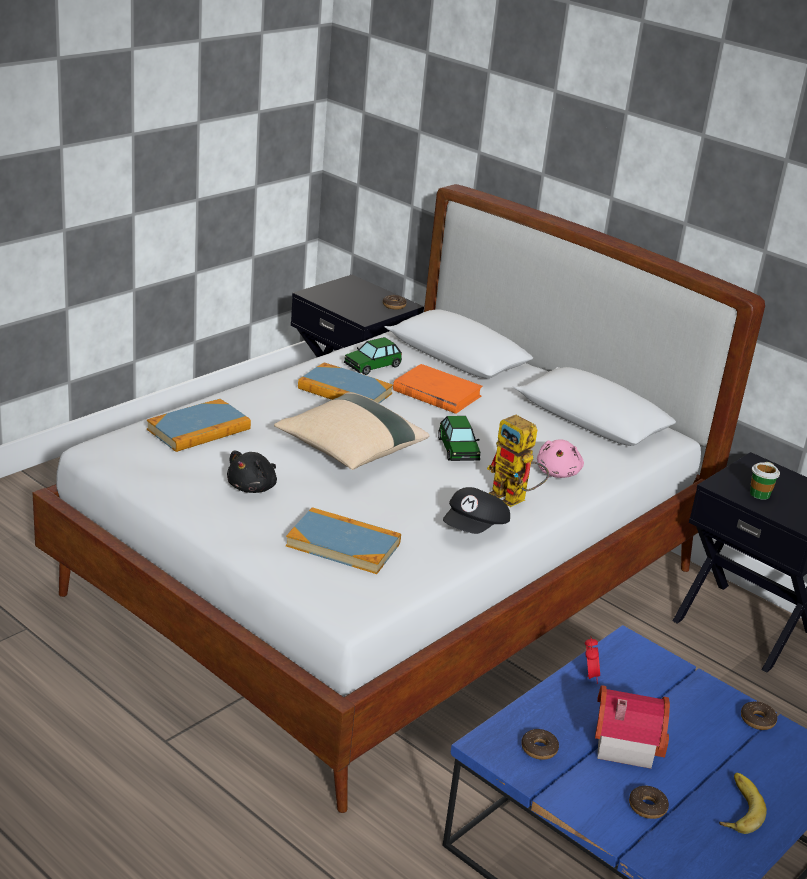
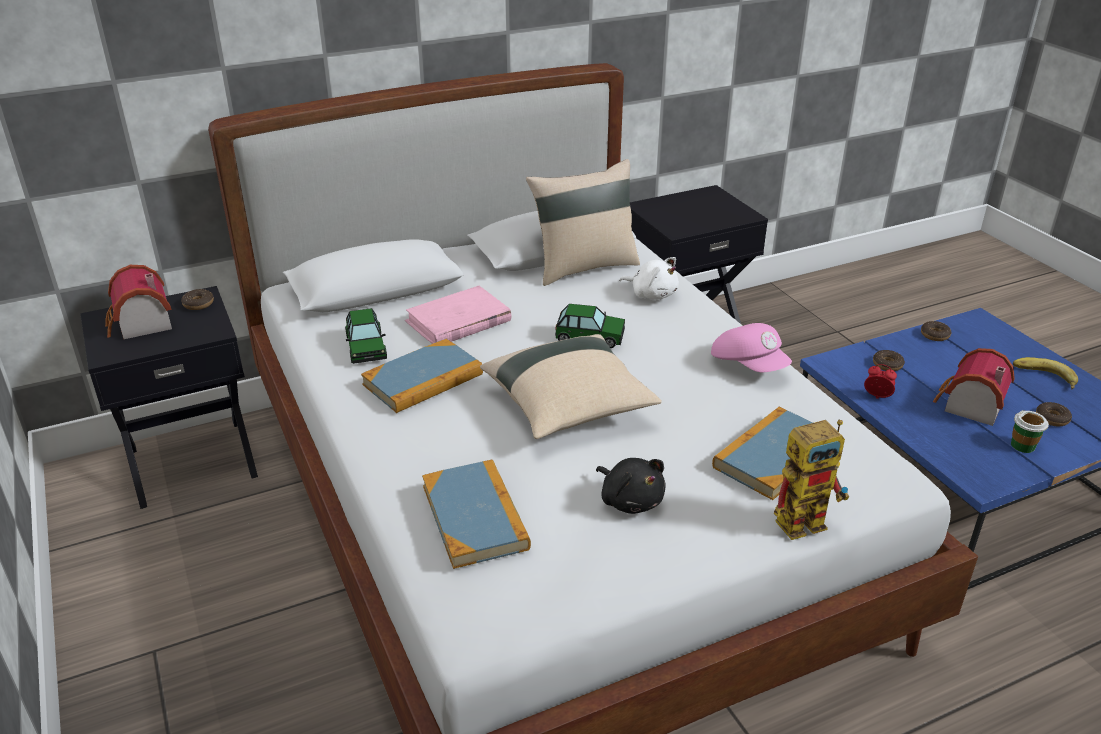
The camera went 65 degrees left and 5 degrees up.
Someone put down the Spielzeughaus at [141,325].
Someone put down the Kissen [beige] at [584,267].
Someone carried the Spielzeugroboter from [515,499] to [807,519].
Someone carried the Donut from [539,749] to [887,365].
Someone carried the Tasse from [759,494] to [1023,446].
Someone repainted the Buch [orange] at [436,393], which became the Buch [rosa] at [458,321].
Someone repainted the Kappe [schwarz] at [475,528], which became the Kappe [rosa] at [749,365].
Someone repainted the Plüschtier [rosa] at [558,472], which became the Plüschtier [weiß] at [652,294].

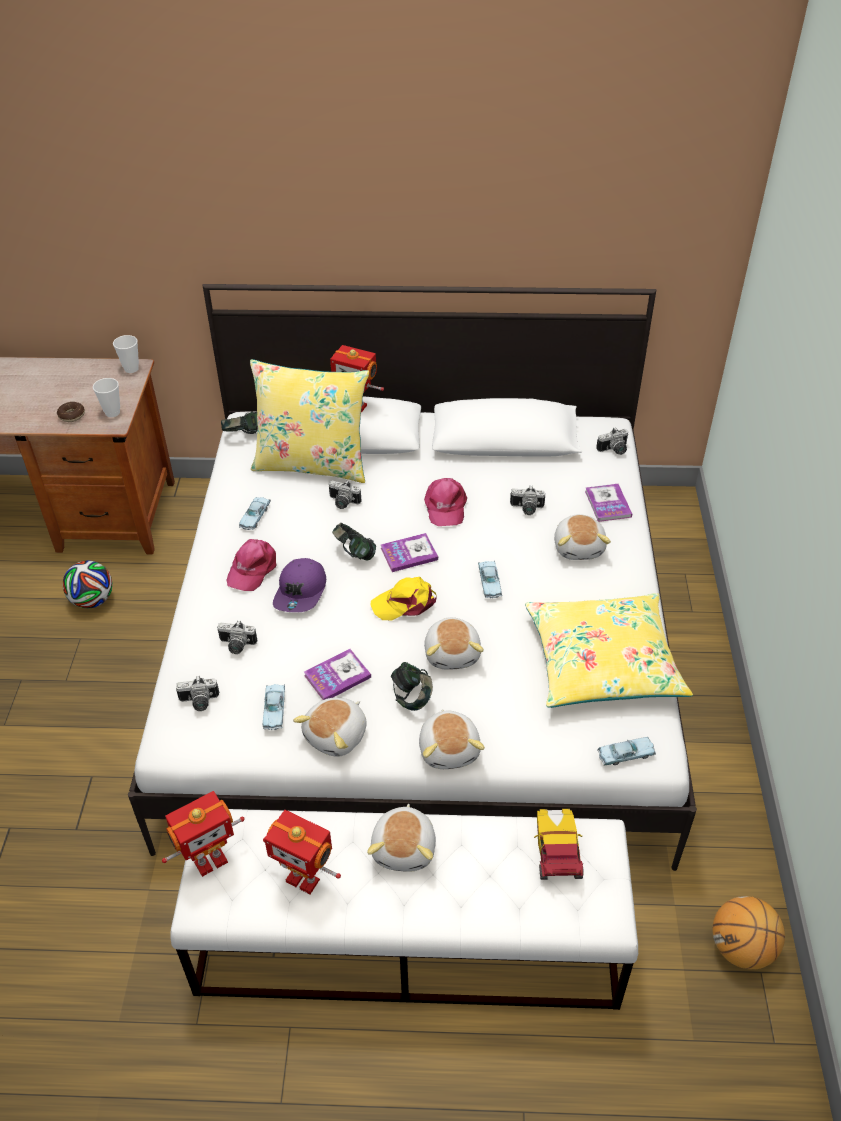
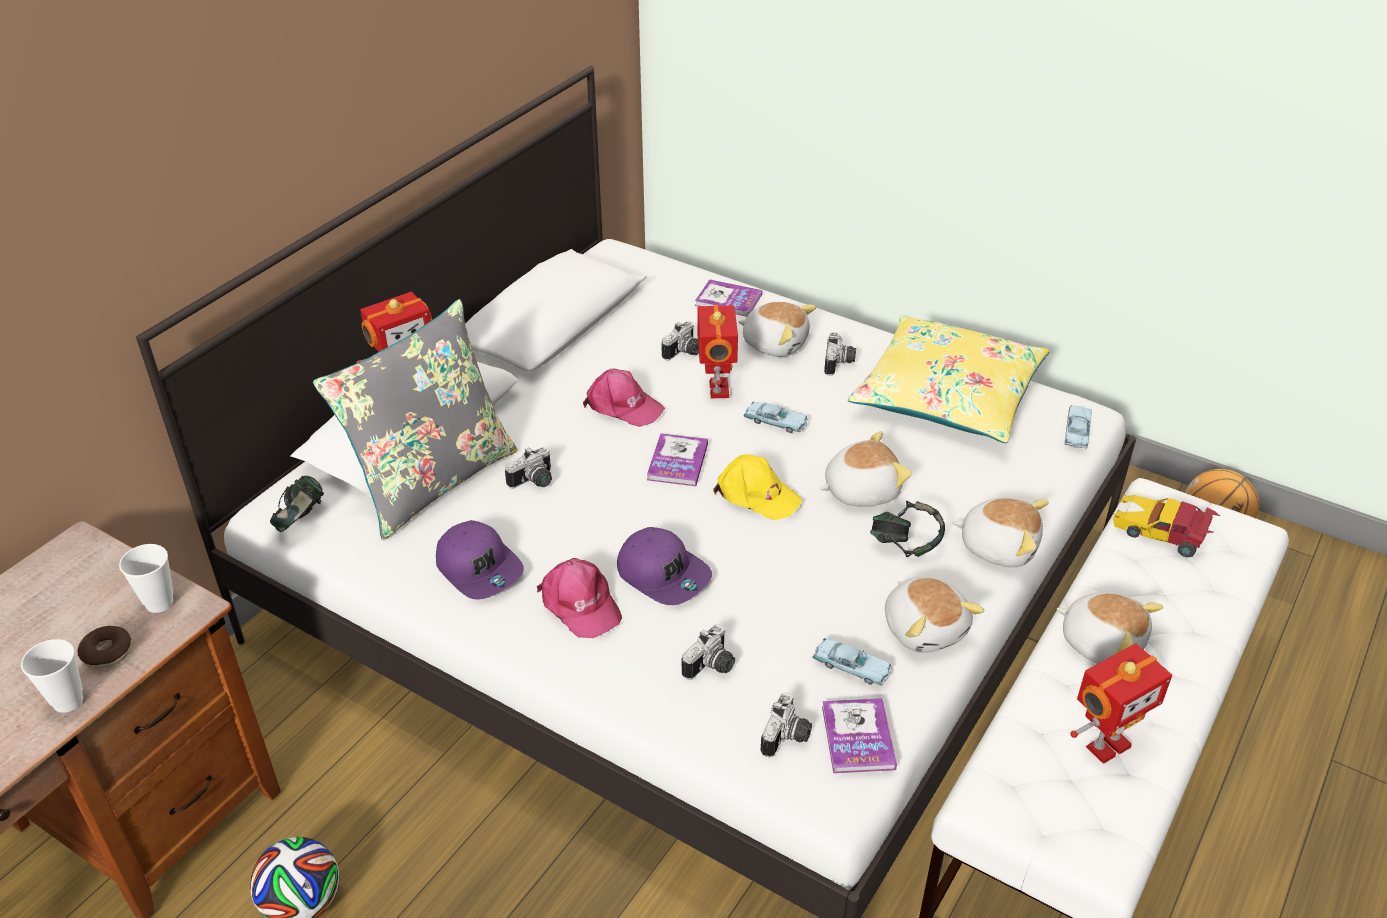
The camera went 60 degrees left and 5 degrees down.
Someone took away the Kopfhörer at [354,553].
Someone carried the Tasse from [131,369] to [68,701].
Someone carried the Spielzeugroboter from [210,860] to [716,389].
Someone carried the Buch from [337,676] to [858,737].
Someone carried the Kamera from [614,450] to [840,363].
Someone swapped the Spielzeugauto [blau] at [255,516] for the Kappe [lila] at [480,568].
Someone repainted the Kissen [gelb] at [312,464], which became the Kissen [grau] at [432,481].
Someone rotated the Kappe [gelb] at [405,603] by 75 degrees counterclockwise.
Someone rotated the Plüschtier at [453,653] by 45 degrees counterclockwise.

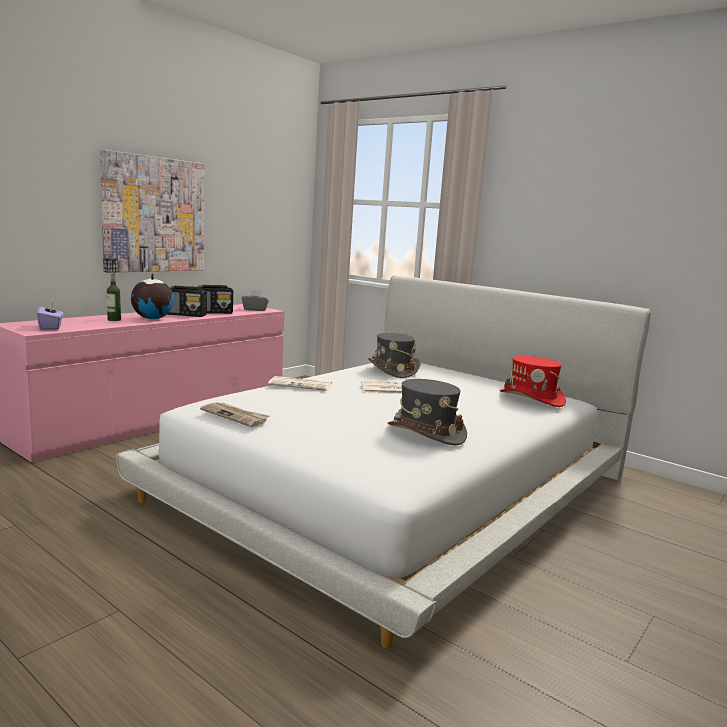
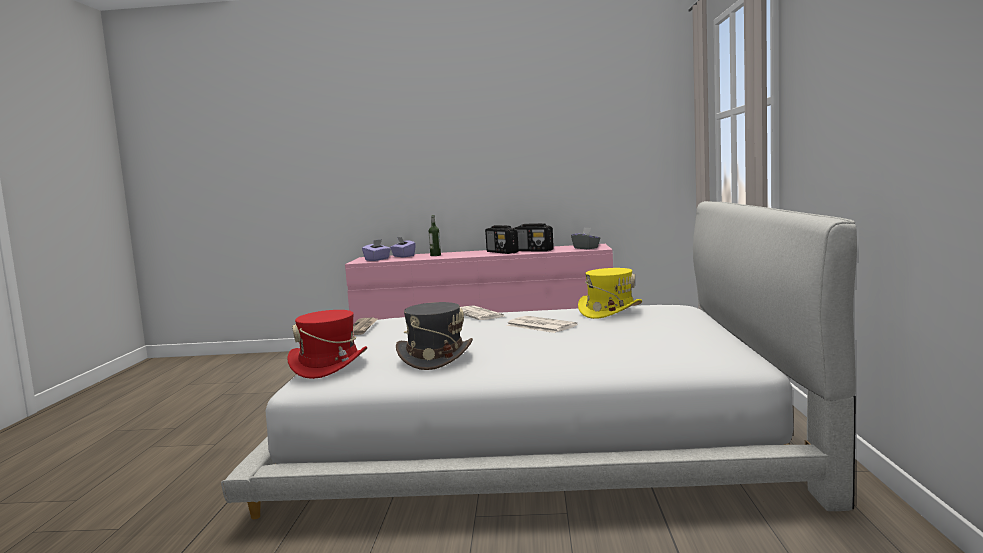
The camera went 55 degrees right and 5 degrees down.
Someone took away the Bild at [154,215].
Someone took away the Globus at [152,319].
Someone put down the Taschentuchbox [lila] at [403,256].
Someone carried the Hut [rot] from [532,398] to [329,366].
Someone repainted the Hut [grau] at [393,370], which became the Hut [gelb] at [610,311].

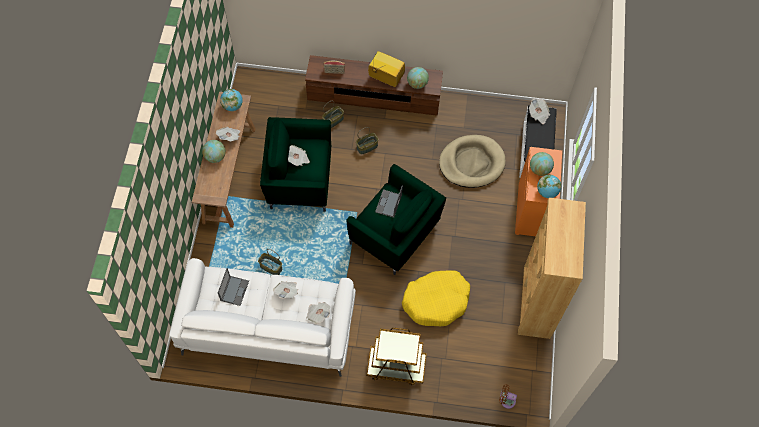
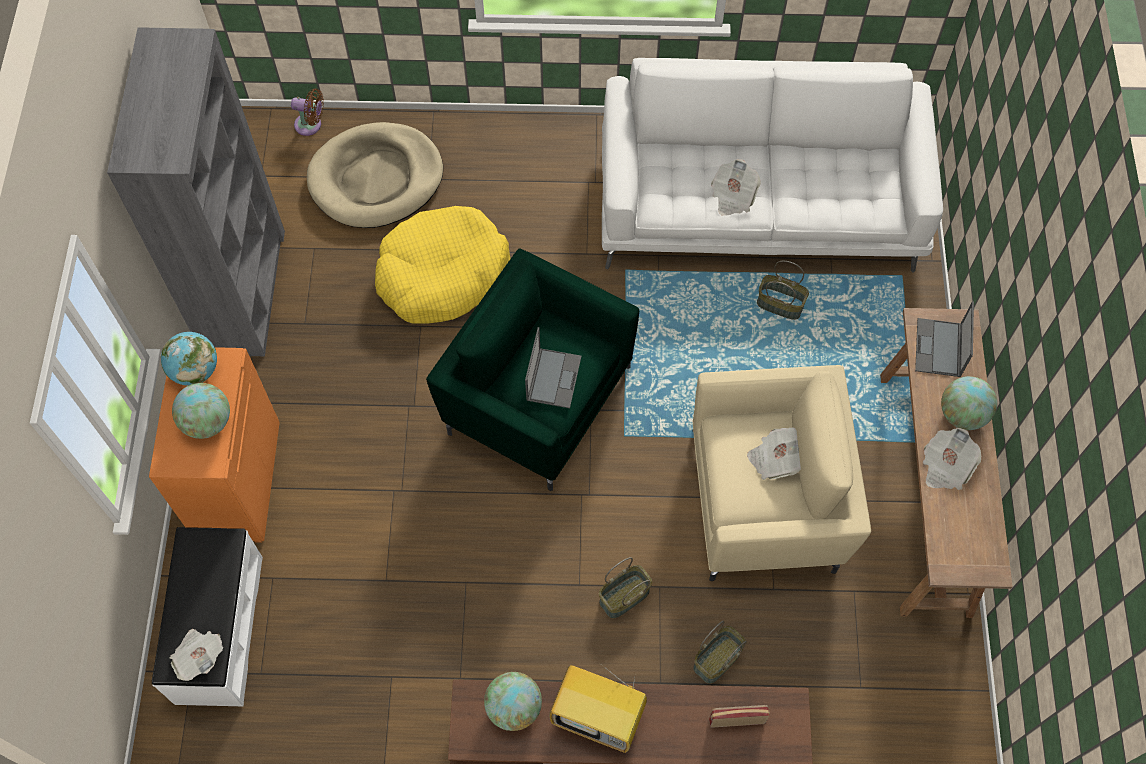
The camera went 175 degrees right and 0 degrees up.
Someone took away the Globus at [232,106].
Someone took away the Zeitung at [318,314].
Someone took away the Rollwagen [braun] at [396,366].
Someone carried the Laptop from [234,290] to [939,348].
Someone carried the Hundebett [beige] from [471,163] to [376,179].
Someone repainted the Sessel [grün] at [299,178], which became the Sessel [beige] at [766,500].
Someone repainted the Bücherregal [braun] at [536,302], which became the Bücherregal [grau] at [244,291].

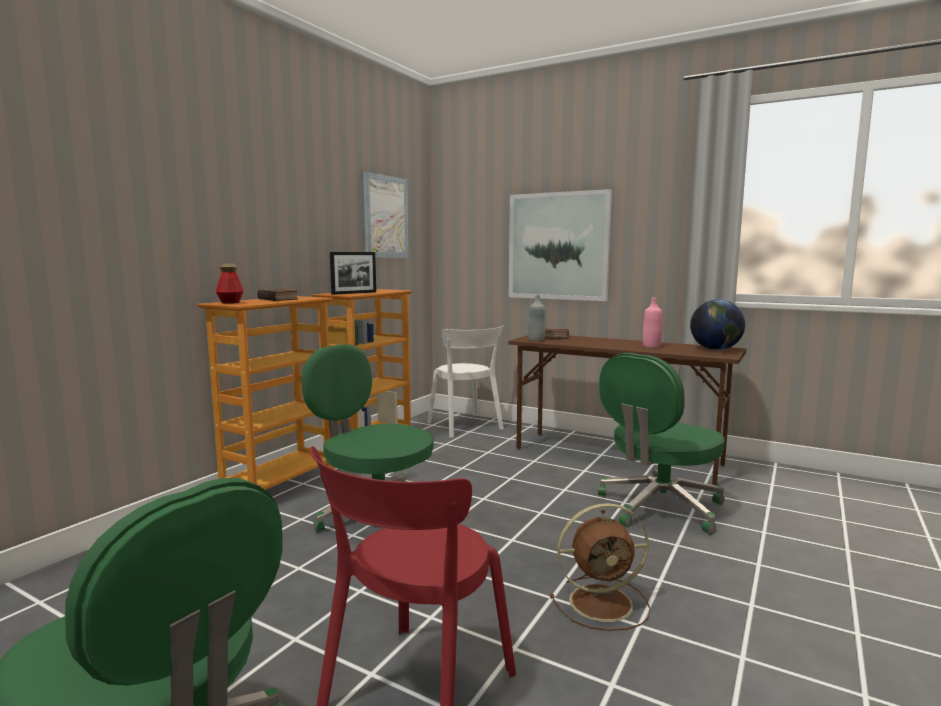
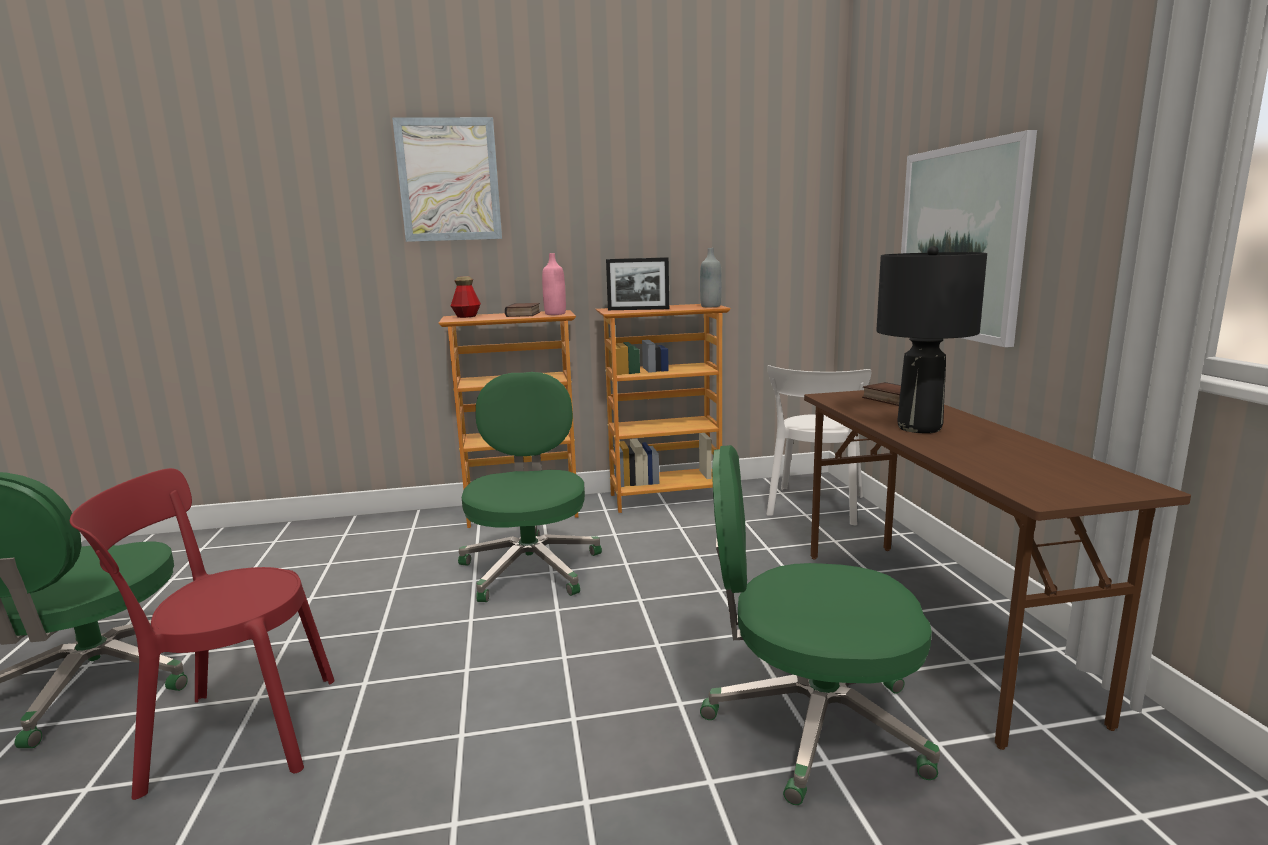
The camera went 50 degrees right and 5 degrees up.
Someone took away the Ventilator [braun] at [603,602].
Someone took away the Globus at [715,349].
Someone put down the Tischlampe [schwarz] at [919,428].
Someone carried the Bild from [386,217] to [449,180].
Someone carried the Flasche [grau] from [536,340] to [710,306].
Someone carried the Flasche [rosa] from [651,346] to [555,314].

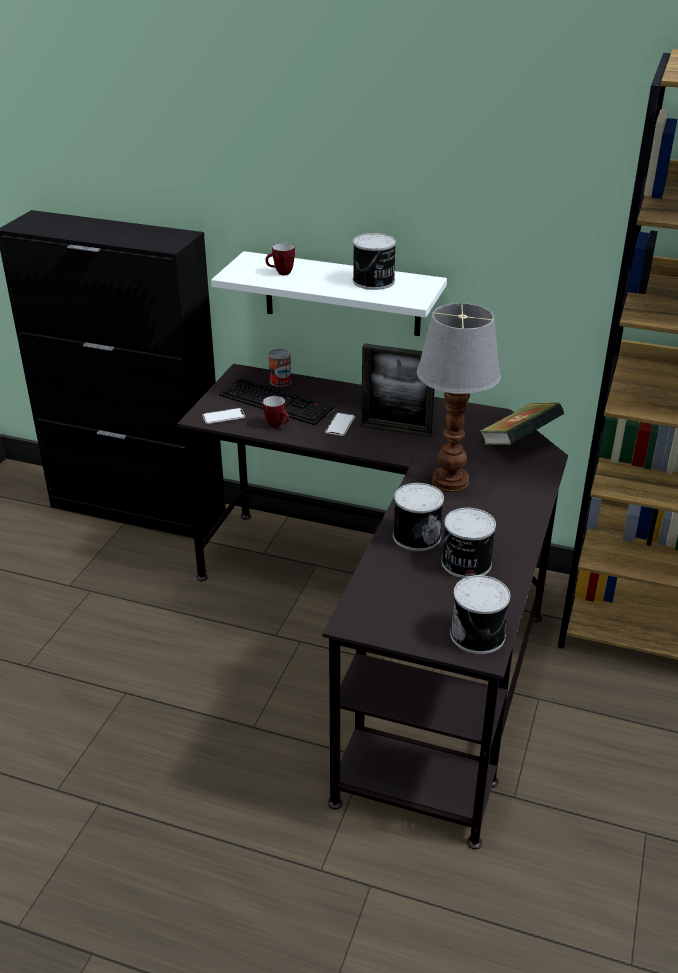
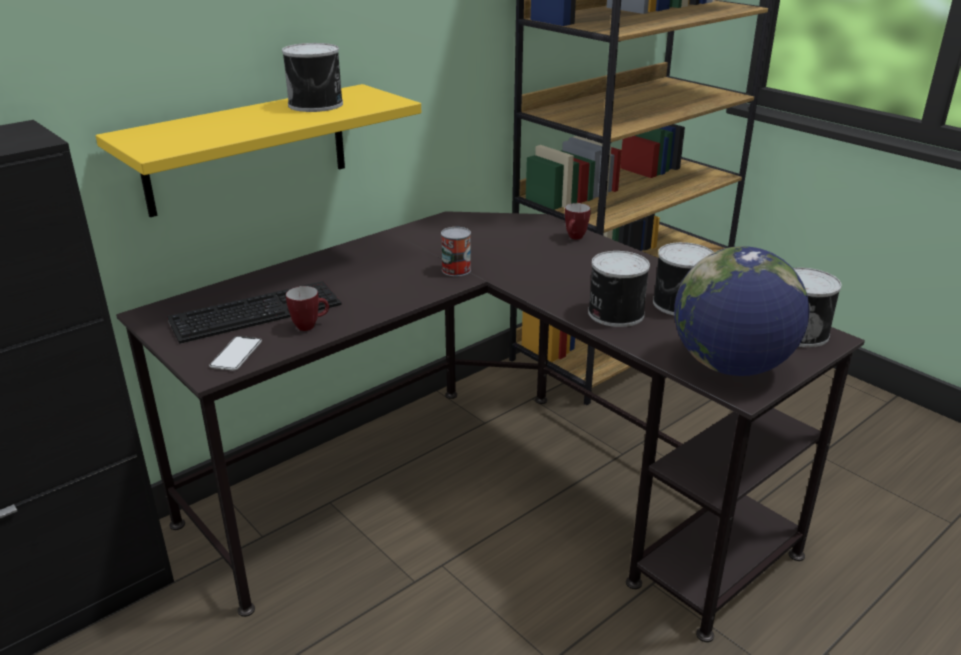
The camera went 60 degrees left and 5 degrees down.
Someone took away the Handy at [340,425].
Someone took away the Bilderrahmen at [396,429].
Someone took away the Tischlampe at [451,482].
Someone took away the Buch at [518,443].
Someone put down the Globus at [731,366].
Someone carried the Henkelbecher from [280,273] to [575,238].
Someone carried the Dose from [280,381] to [456,270].
Someone repainted the Wandregal [weiß] at [342,294], which became the Wandregal [gelb] at [247,149].

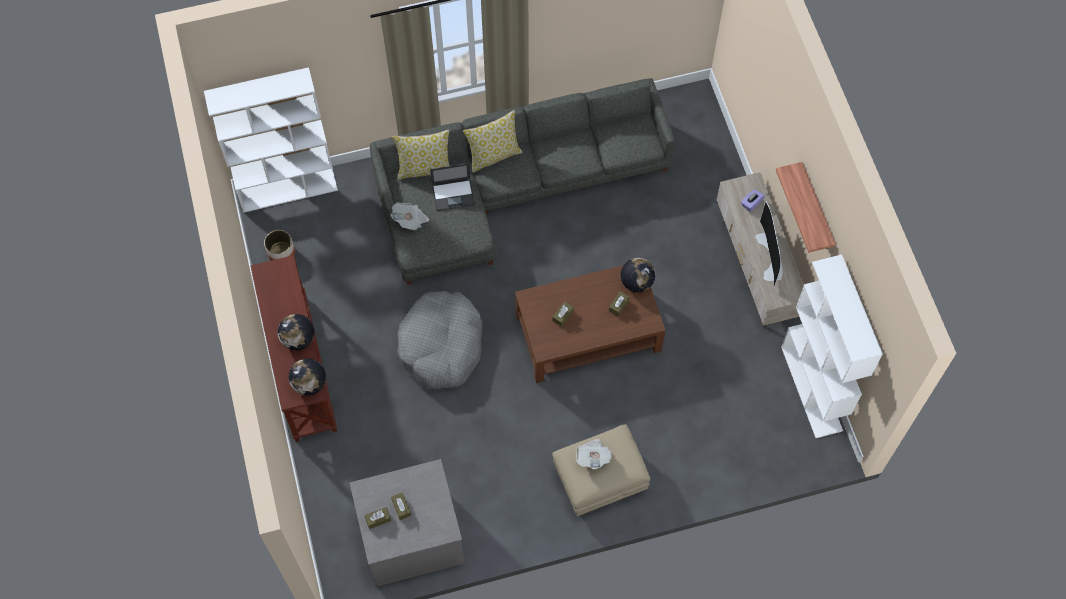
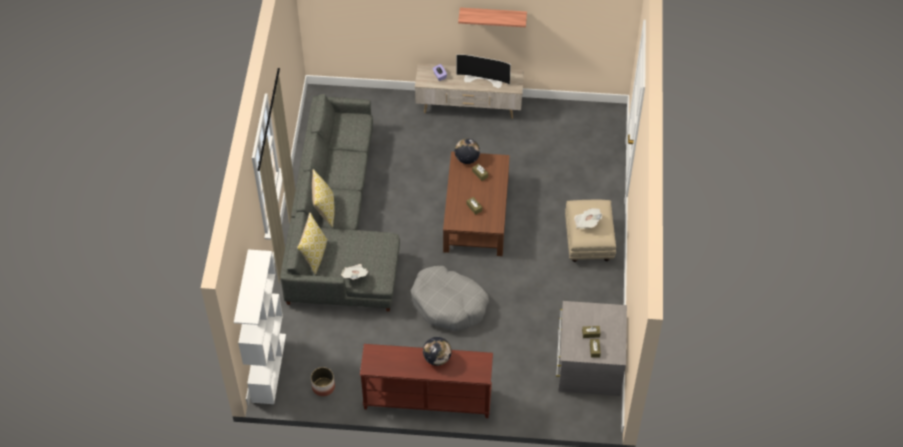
The camera went 70 degrees left and 10 degrees down.
Someone took away the Globus at [309,384].
Someone took away the Laptop at [453,194].
Someone took away the Bücherregal [weiß] at [812,389].

